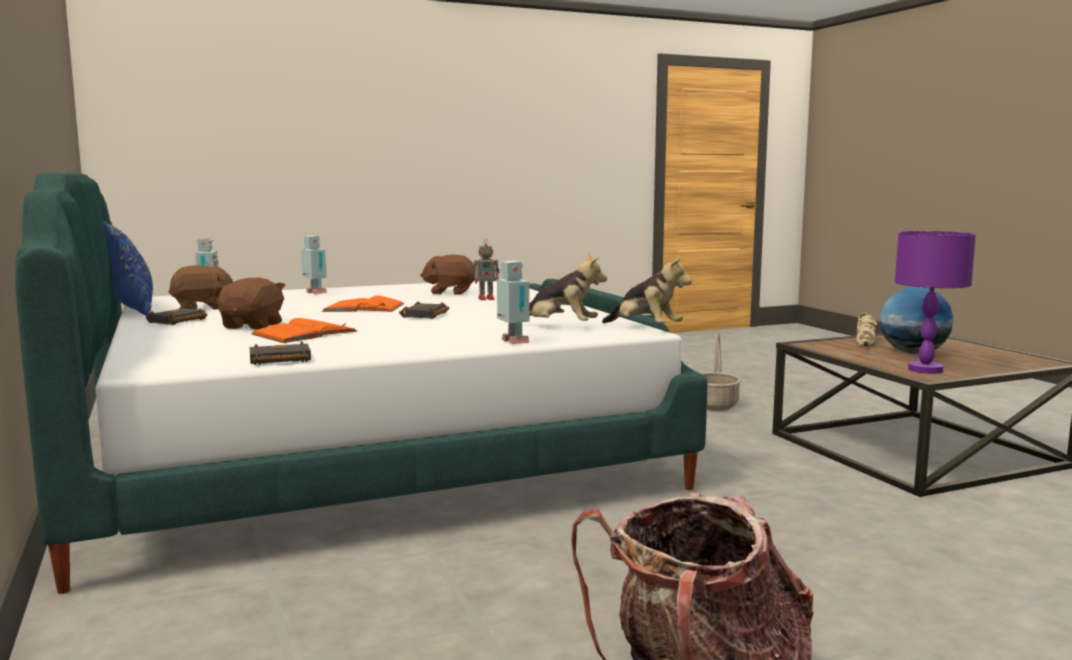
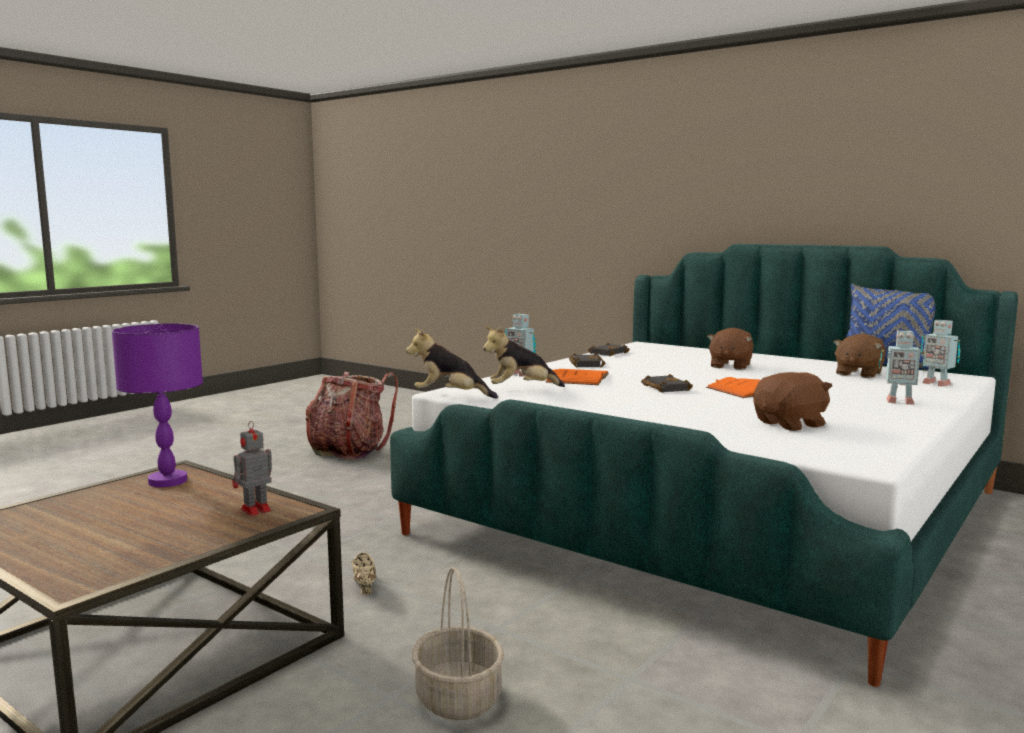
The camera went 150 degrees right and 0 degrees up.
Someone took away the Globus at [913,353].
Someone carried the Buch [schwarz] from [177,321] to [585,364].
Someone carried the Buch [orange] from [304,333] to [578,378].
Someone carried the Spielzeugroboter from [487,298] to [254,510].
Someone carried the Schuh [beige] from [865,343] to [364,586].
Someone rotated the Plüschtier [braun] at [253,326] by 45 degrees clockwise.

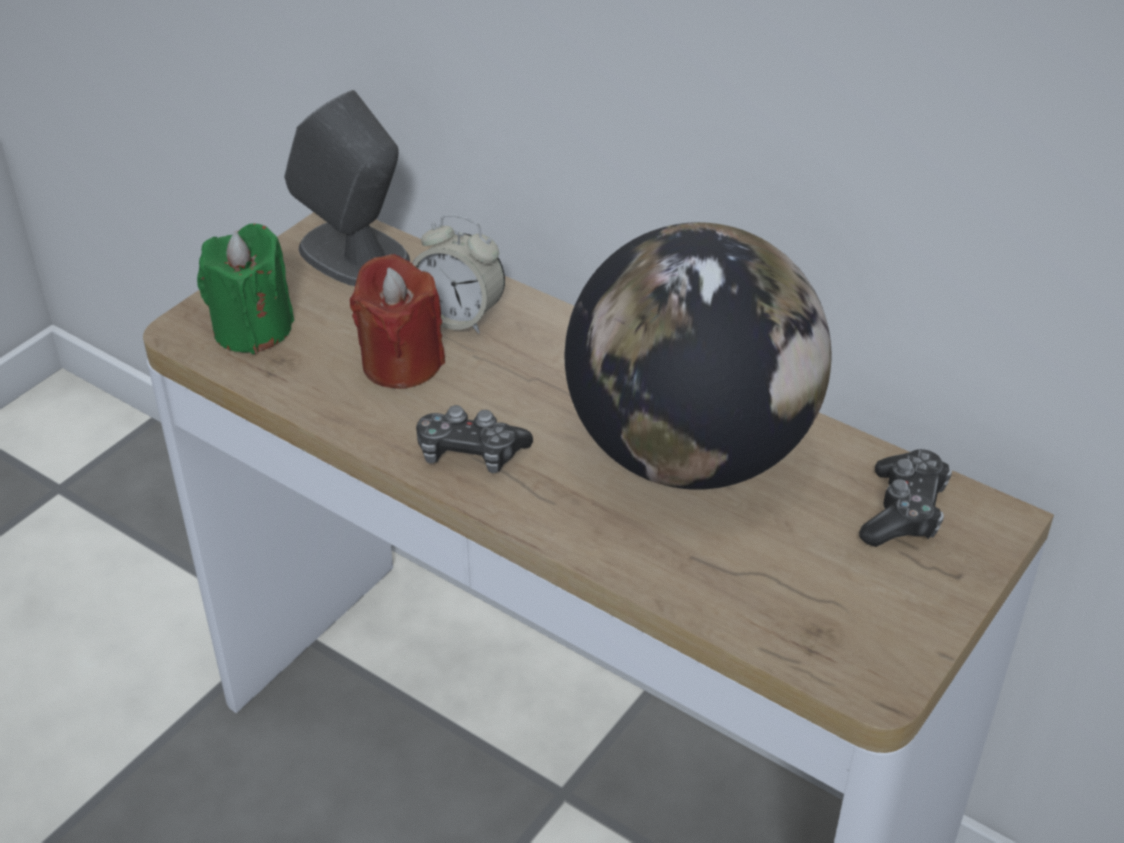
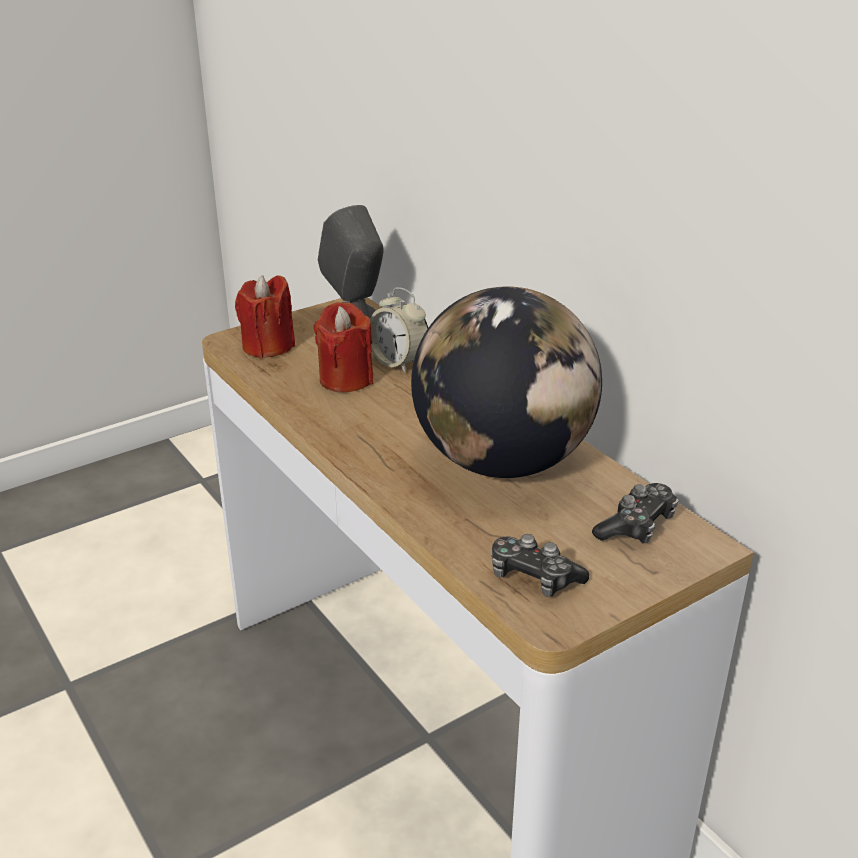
The camera went 20 degrees right and 10 degrees down.
Someone carried the Gamepad from [469,453] to [533,577].
Someone repainted the Kerze [grün] at [253,329], which became the Kerze [rot] at [268,346].

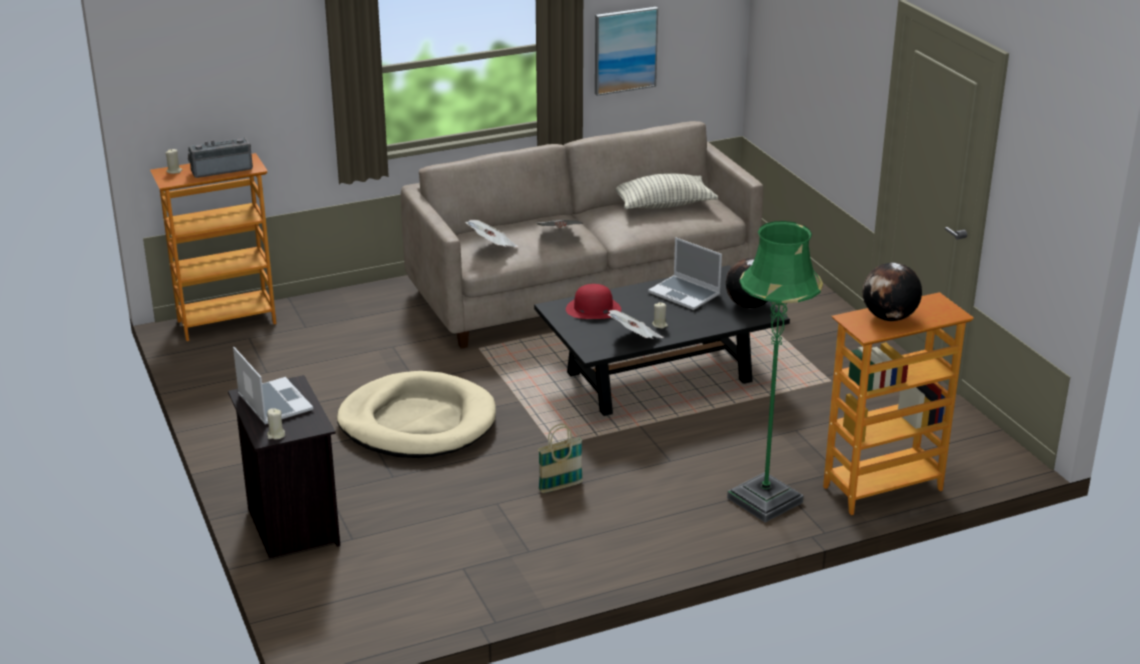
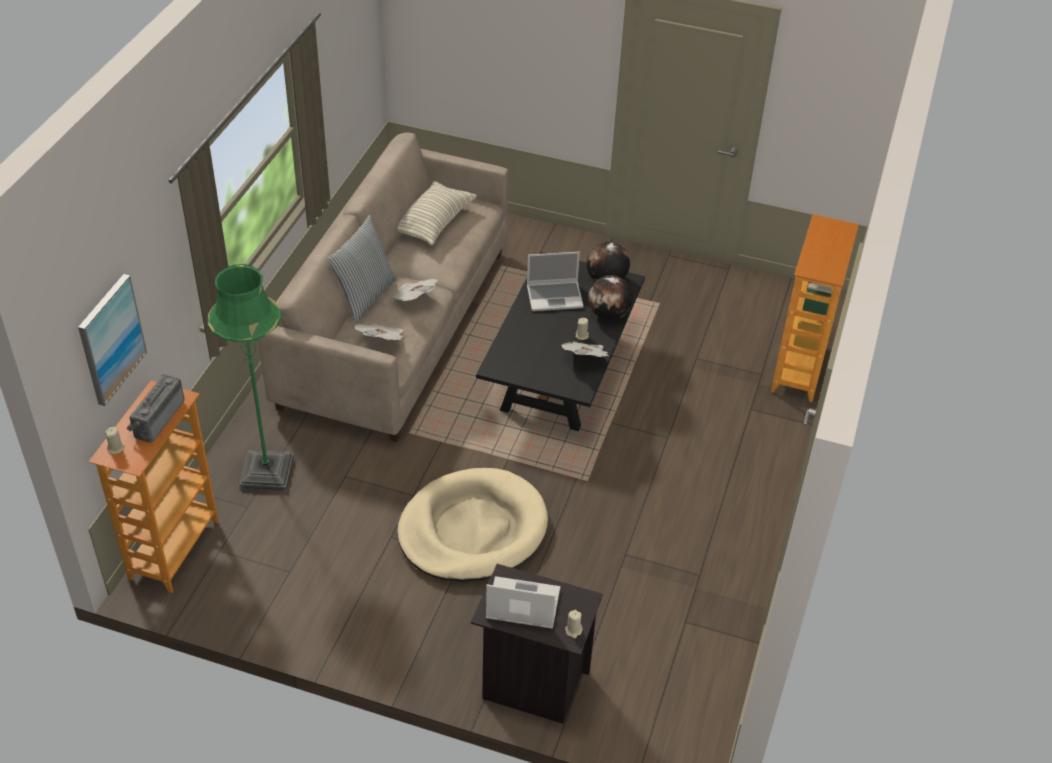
The camera went 50 degrees left and 15 degrees up.
Someone took away the Korb at [560,487].
Someone took away the Hut [rot] at [593,309].
Someone put down the Kissen at [365,297].
Someone carried the Bild from [625,50] to [110,339].
Someone carried the Stehlampe [grün] from [765,500] to [267,473].
Someone carried the Globus from [889,318] to [609,314].

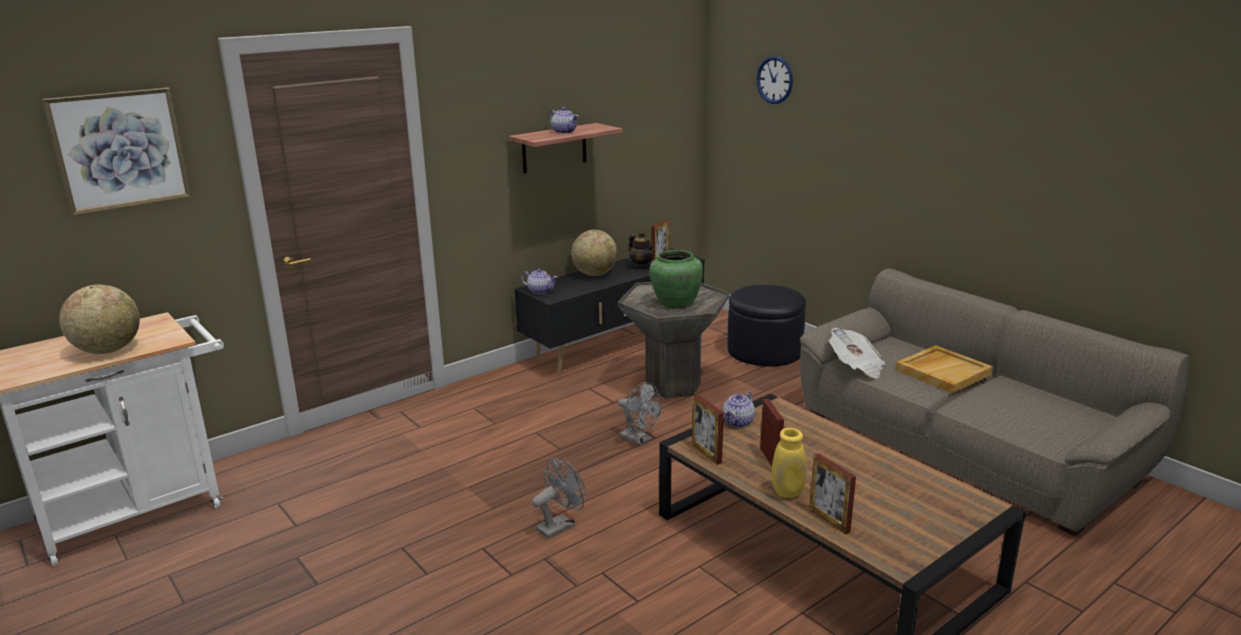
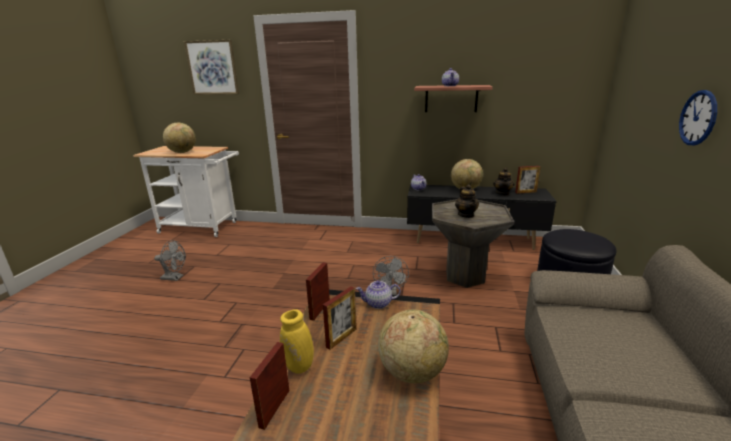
The camera went 50 degrees right and 0 degrees up.
Someone took away the Zeitung at [856,367].
Someone took away the Tablett [beige] at [943,372].
Someone put down the Globus at [412,372].
Someone carried the Ventilator [grau] from [560,526] to [175,278].
Someone carried the Wanduhr from [775,80] to [698,118].
Someone swapped the Vase [grün] at [675,303] for the Teekanne at [466,215].

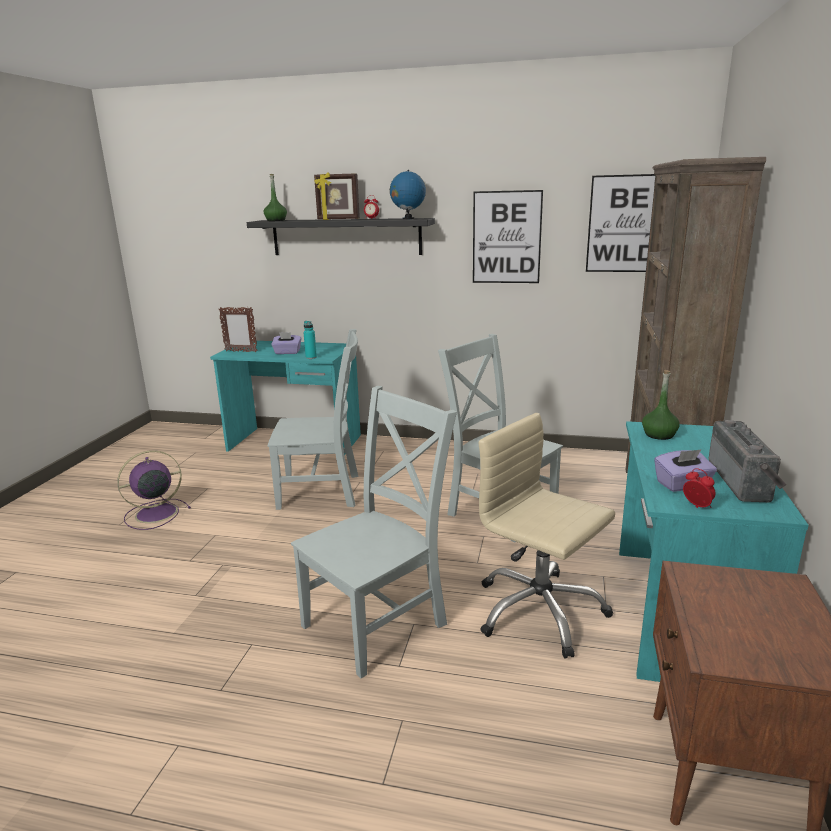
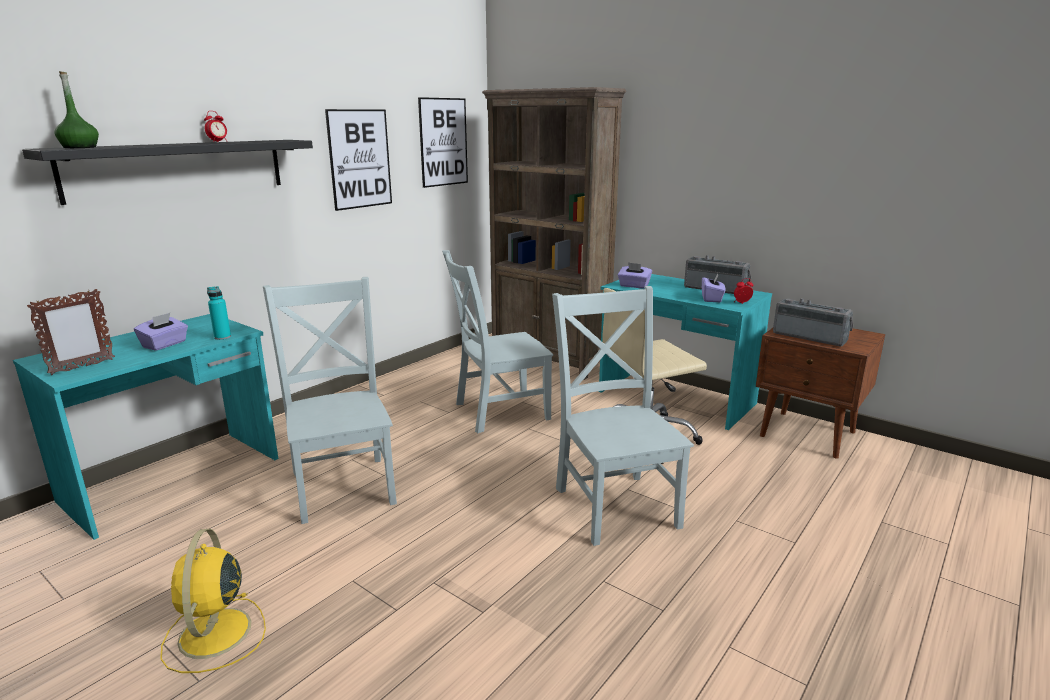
The camera went 65 degrees left and 0 degrees up.
Someone took away the Bilderrahmen at [338,219].
Someone took away the Globus at [408,219].
Someone put down the Radio at [810,337].
Someone swapped the Flasche [grün] at [659,435] for the Taschentuchbox [lila] at [634,286].
Someone repainted the Ventilator [lila] at [154,514], which became the Ventilator [gelb] at [214,635].
Someone rotated the Stuhl [grau] at [323,492] by 45 degrees counterclockwise.

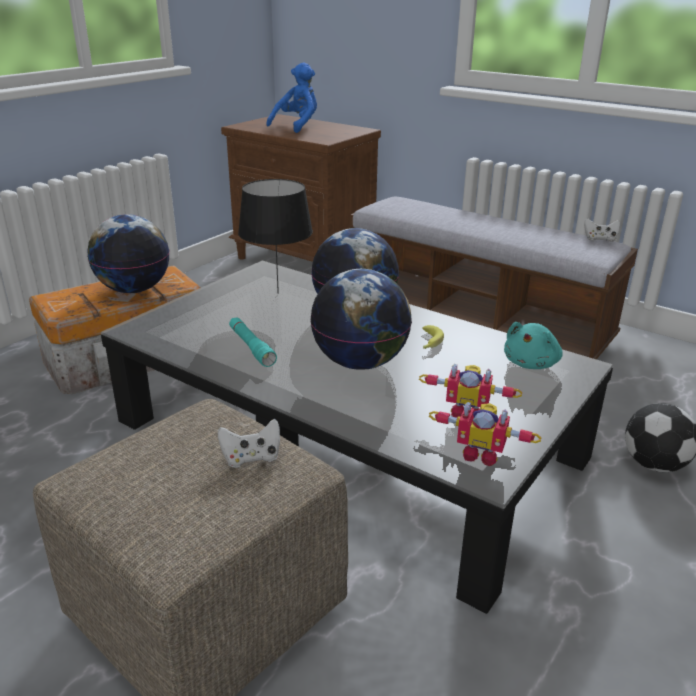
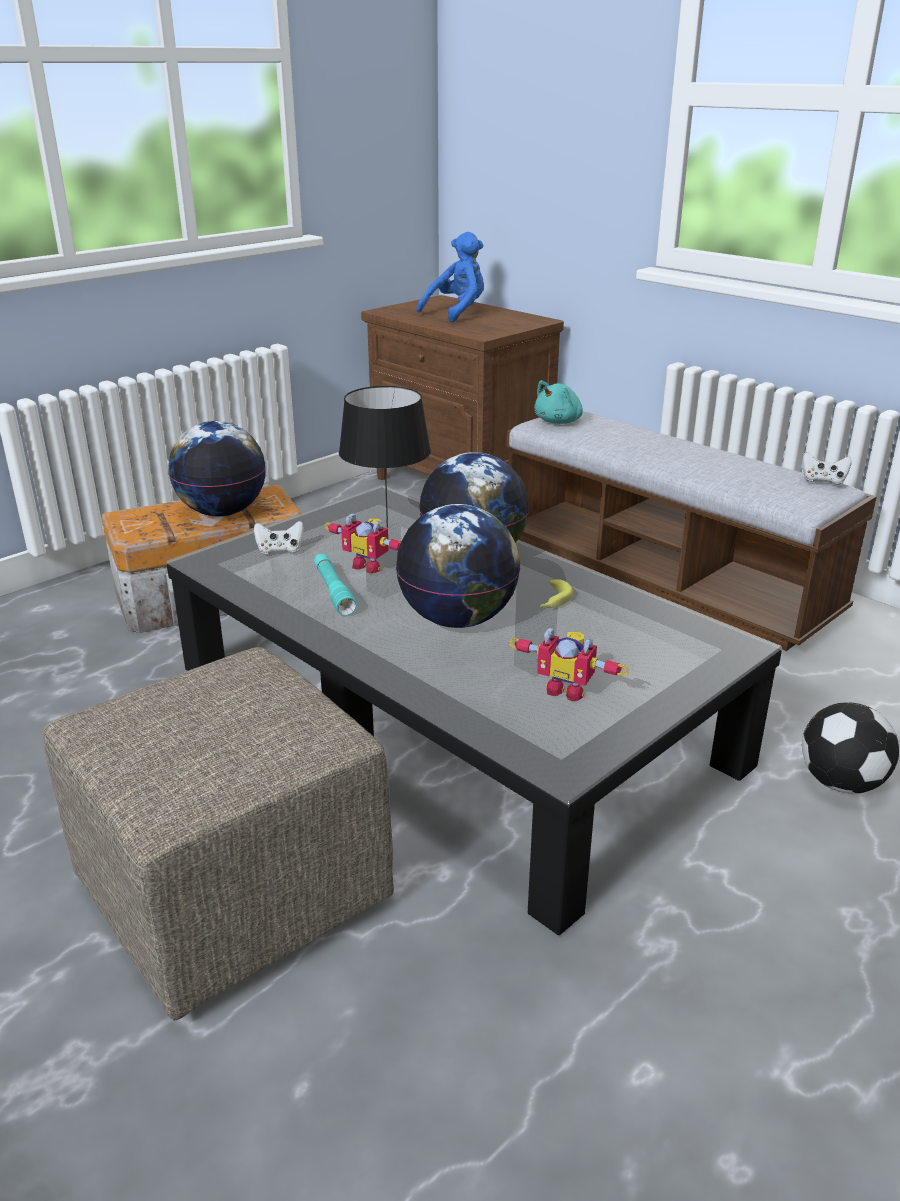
The camera went 10 degrees right and 0 degrees up.
Someone carried the Gamepad [weiß] from [251,458] to [280,550].
Someone carried the Spielzeugroboter from [481,454] to [369,565].
Someone carried the Plüschtier [türkis] from [531,363] to [559,421].

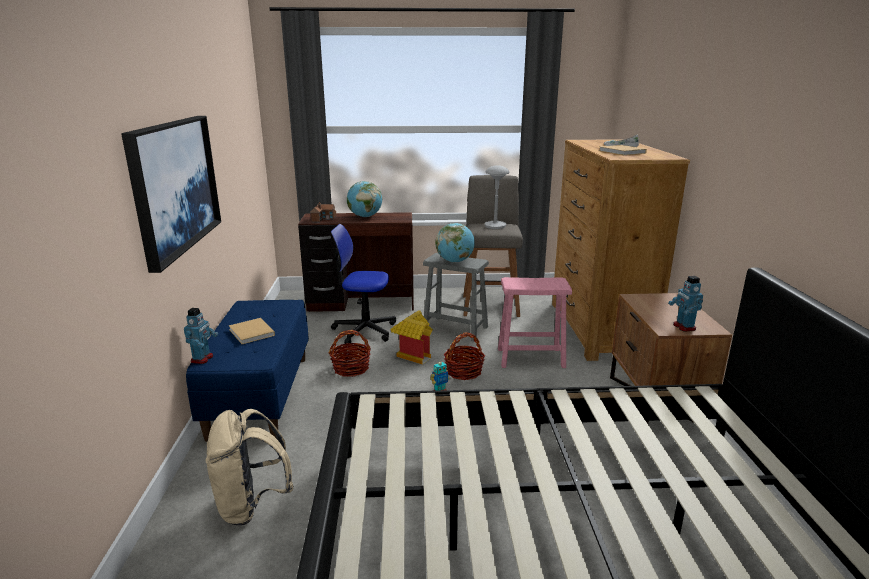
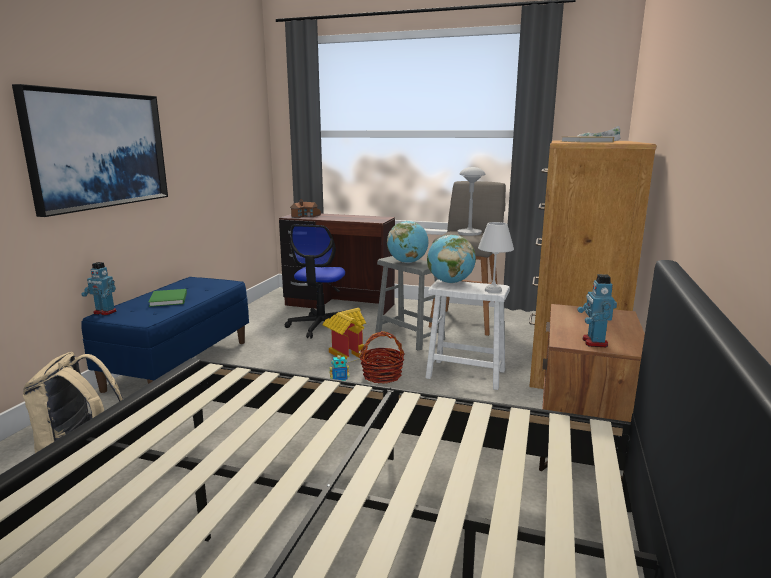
The camera went 20 degrees right and 5 degrees down.
Someone took away the Korb at [351,368].
Someone put down the Tischlampe [weiß] at [493,290].
Someone carried the Globus from [365,216] to [450,282].
Someone repainted the Buch [beige] at [252,333], which became the Buch [grün] at [168,300].
Someone repainted the Hocker [rosa] at [530,357], which became the Hocker [weiß] at [465,374].
Someone rotated the Spielzeugroboter at [202,359] by 75 degrees clockwise.
Someone rotated the Bürostuhl at [364,330] by 105 degrees counterclockwise.

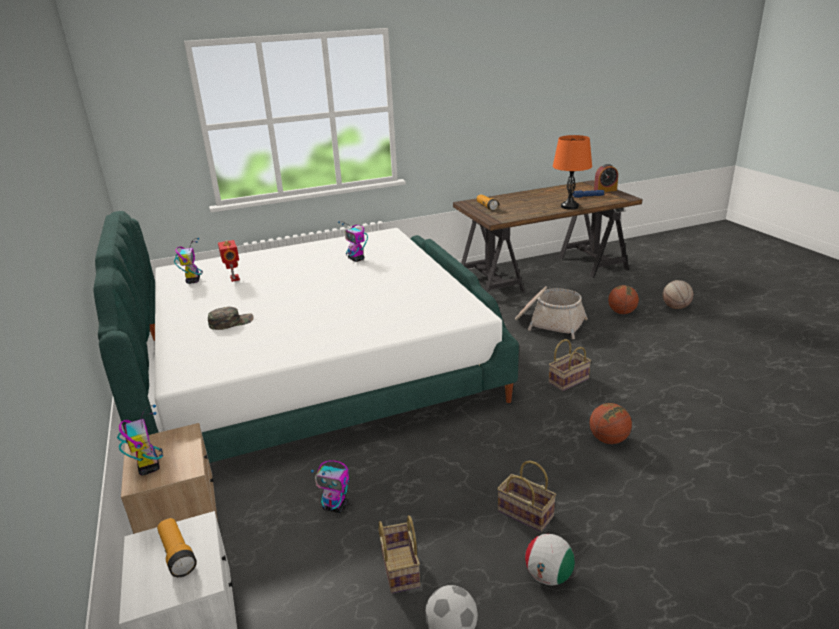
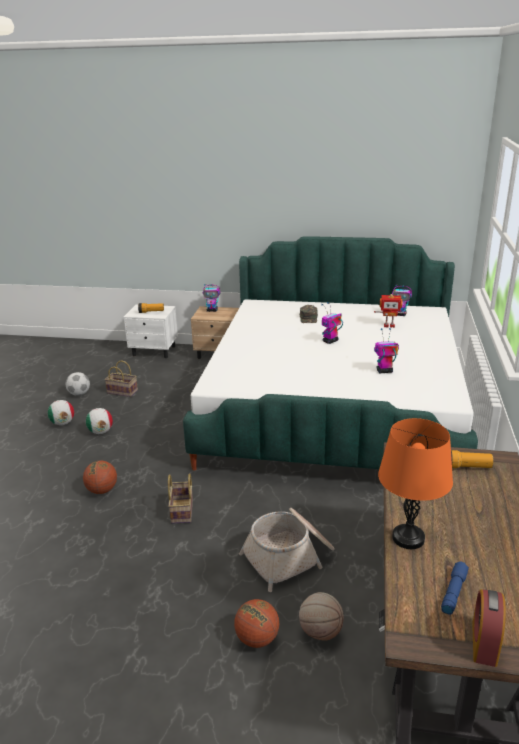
The camera went 120 degrees right and 0 degrees up.
Someone carried the Spielzeugroboter from [335,507] to [330,341].
Someone carried the Basketball from [675,307] to [320,631].
Someone swapped the Korb at [523,514] for the Fußball at [101,432].

